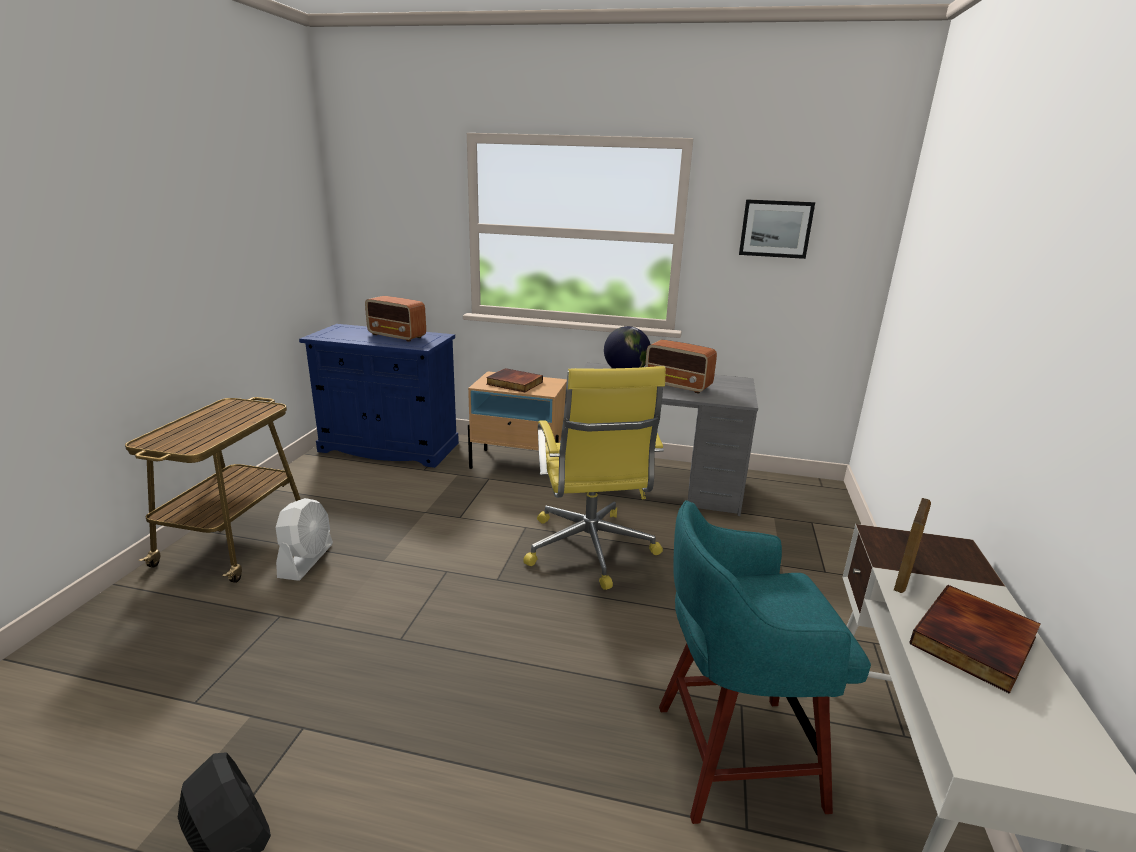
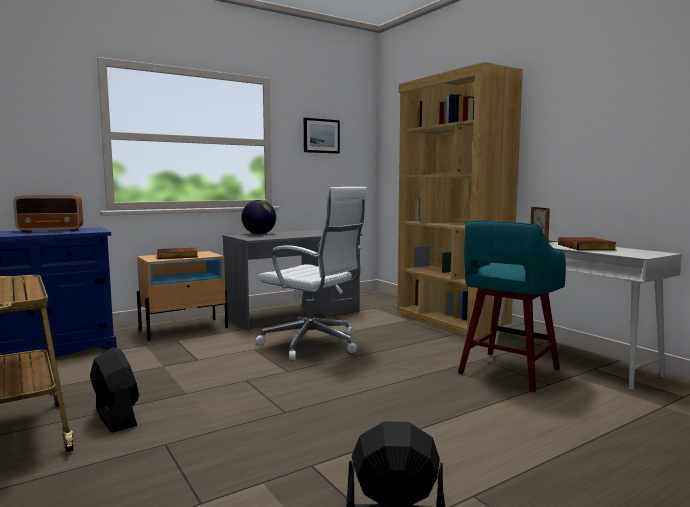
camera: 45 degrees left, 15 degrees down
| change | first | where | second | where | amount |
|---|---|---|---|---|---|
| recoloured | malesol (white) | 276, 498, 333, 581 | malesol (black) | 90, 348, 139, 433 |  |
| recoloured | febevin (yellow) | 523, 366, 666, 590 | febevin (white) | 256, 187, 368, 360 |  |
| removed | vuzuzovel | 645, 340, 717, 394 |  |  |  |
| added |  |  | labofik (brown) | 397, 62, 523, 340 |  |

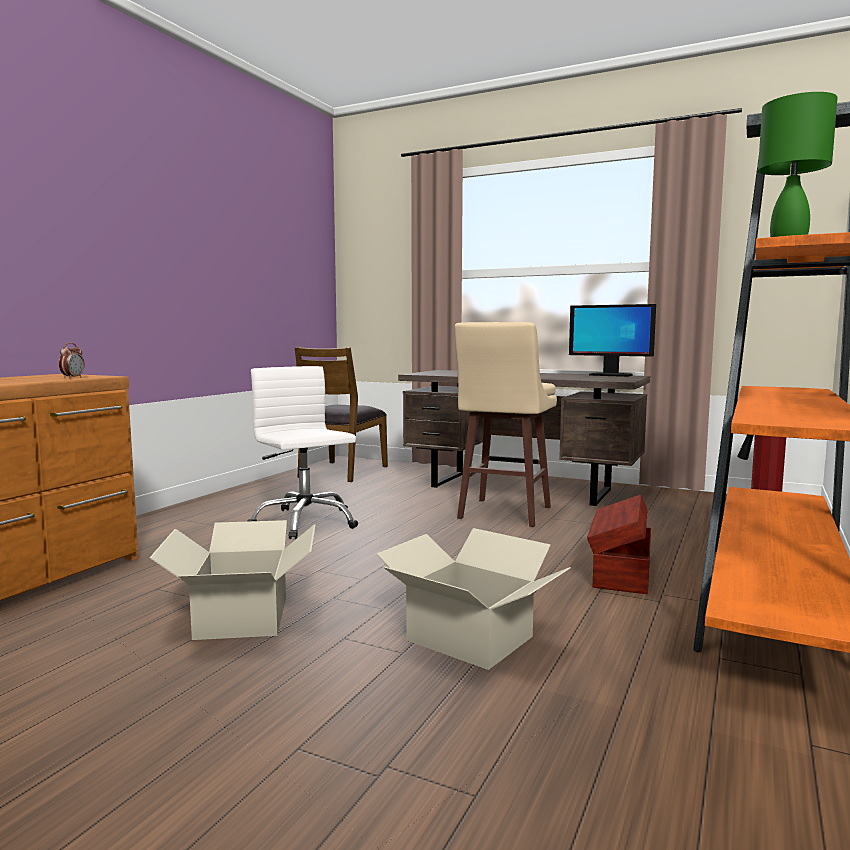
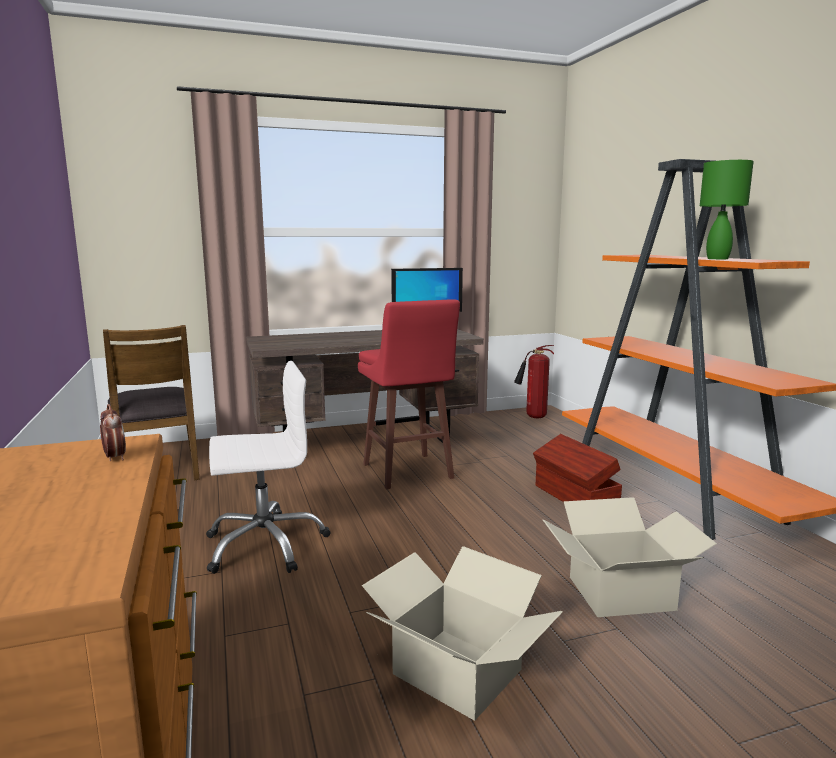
camera: 45 degrees left, 5 degrees up
| change | first | where | second | where | amount |
|---|---|---|---|---|---|
| turned | febevin (white) | 247, 366, 358, 539 |  | 206, 361, 331, 574 | 150 degrees clockwise |
| recoloured | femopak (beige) | 454, 322, 557, 527 | femopak (red) | 358, 299, 460, 489 |  |

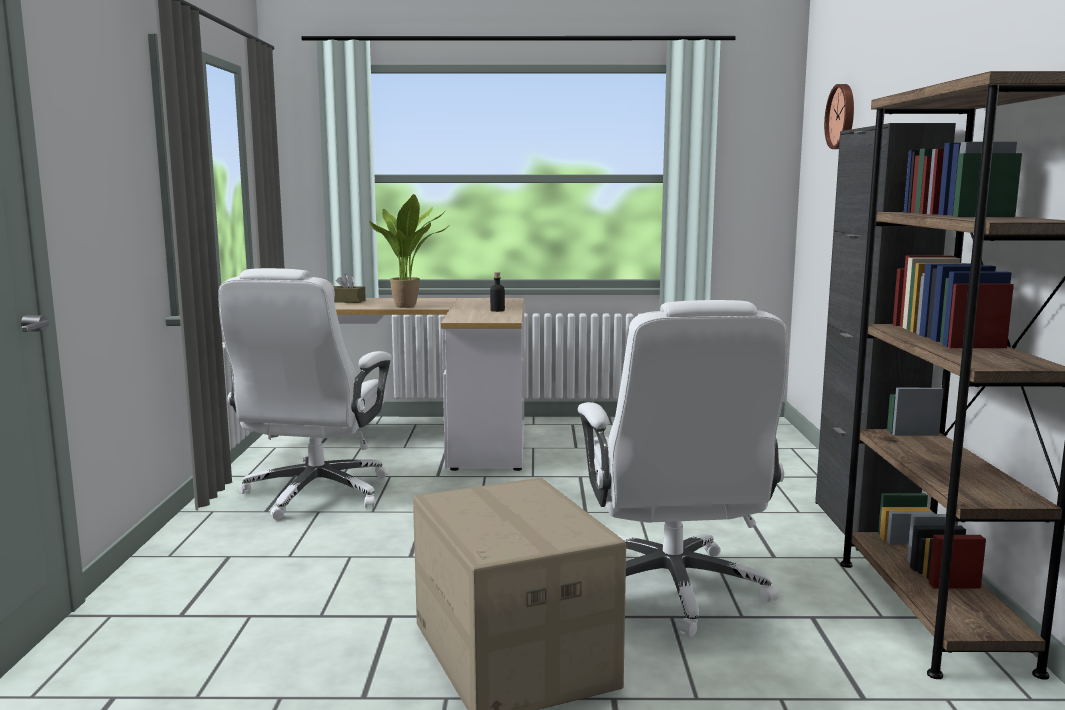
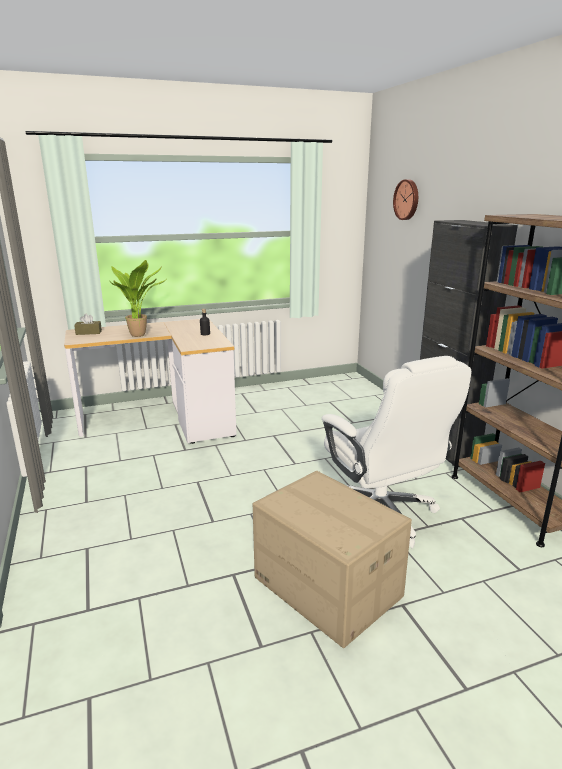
camera: 20 degrees left, 10 degrees up
| change | first | where | second | where | amount |
|---|---|---|---|---|---|
| removed | febevin (white) | 218, 268, 392, 520 |  |  |  |

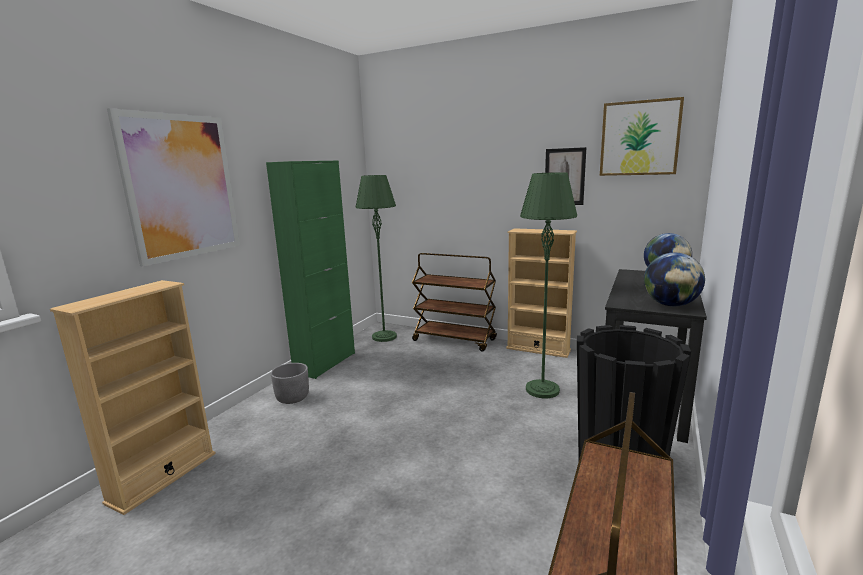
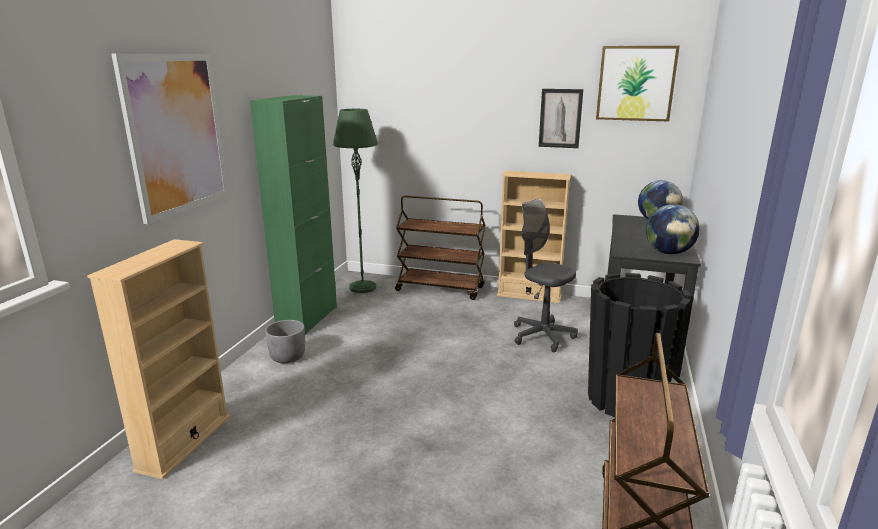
camera: 10 degrees left, 5 degrees up
| change | first | where | second | where | amount |
|---|---|---|---|---|---|
| replaced | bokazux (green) | 520, 172, 577, 398 | febevin (grey) | 514, 199, 578, 352 |  |

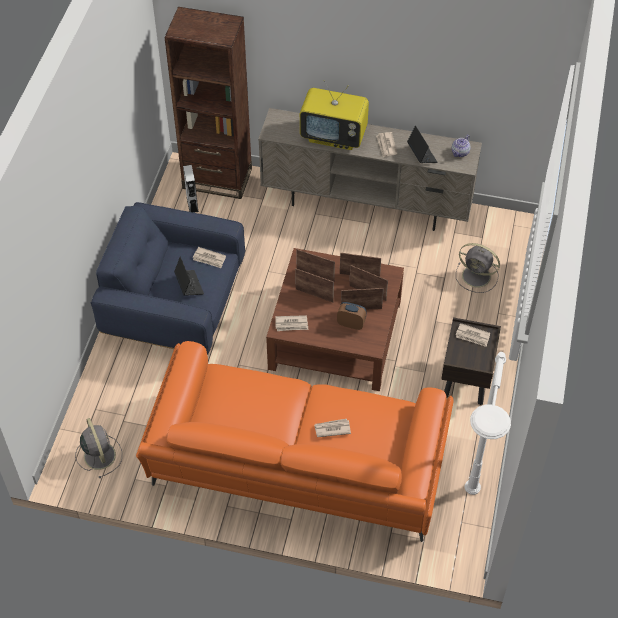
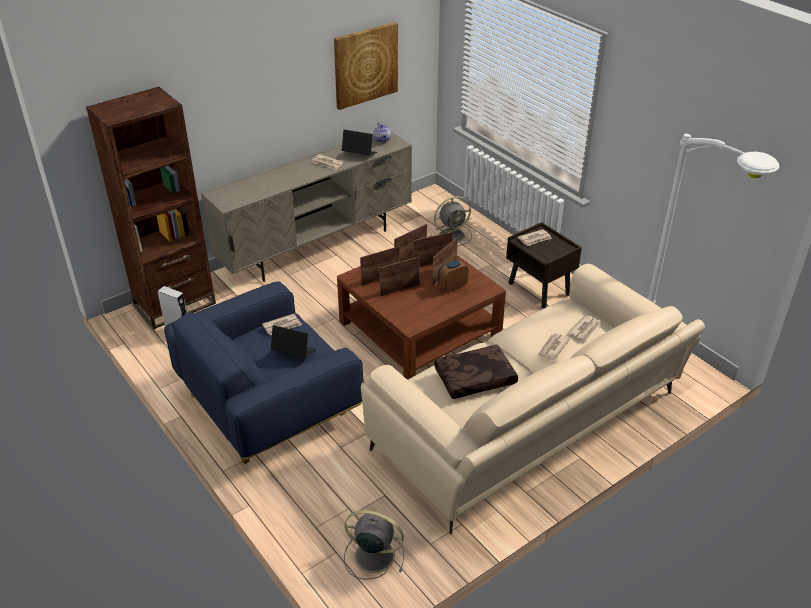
camera: 50 degrees left, 15 degrees down
| change | first | where | second | where | amount |
|---|---|---|---|---|---|
| recoloured | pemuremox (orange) | 136, 341, 454, 542 | pemuremox (beige) | 361, 264, 705, 534 |  |
| moved | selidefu | 275, 315, 308, 331 |  | 568, 315, 600, 341 |  |
| removed | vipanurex | 300, 80, 369, 150 |  |  |  |
| added |  |  | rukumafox | 334, 22, 398, 110 |  |
| added |  |  | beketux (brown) | 434, 345, 518, 399 |  |

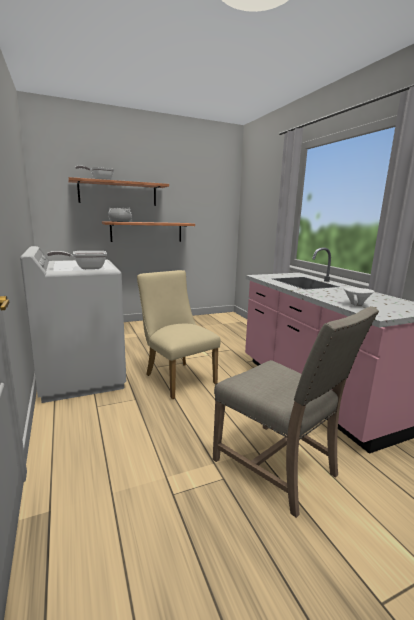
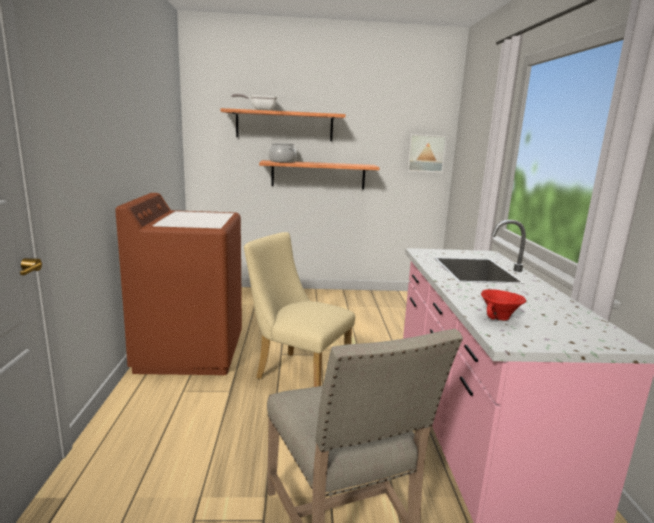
camera: 20 degrees right, 0 degrees up
| change | first | where | second | where | amount |
|---|---|---|---|---|---|
| recoloured | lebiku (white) | 20, 246, 126, 403 | lebiku (brown) | 115, 193, 242, 375 |  |
| removed | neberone | 47, 251, 107, 270 |  |  |  |
| turned | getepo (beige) | 137, 270, 221, 399 |  | 244, 232, 355, 387 | 45 degrees counterclockwise |
| recoloured | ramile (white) | 344, 287, 374, 306 | ramile (red) | 481, 289, 526, 321 |  |
| added |  |  | rukumafox | 406, 134, 447, 173 |  |

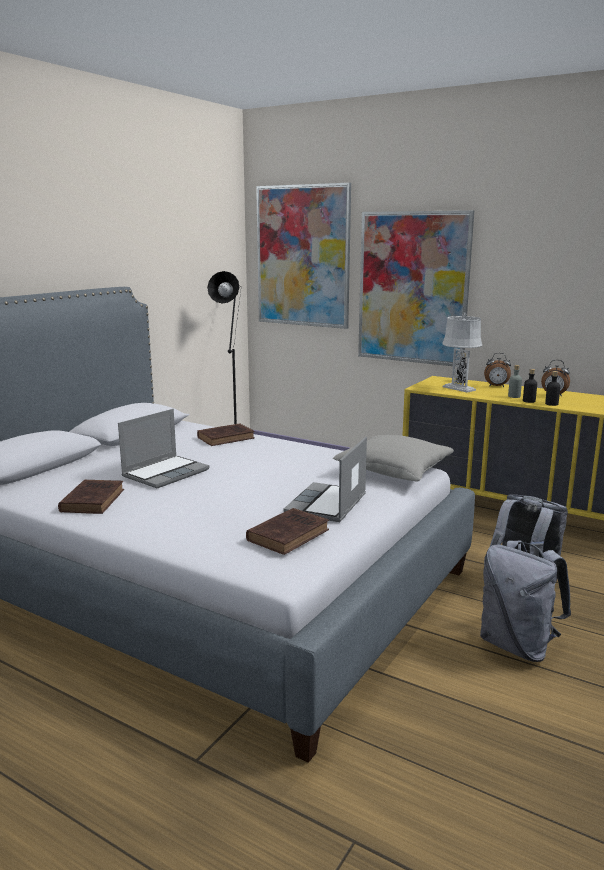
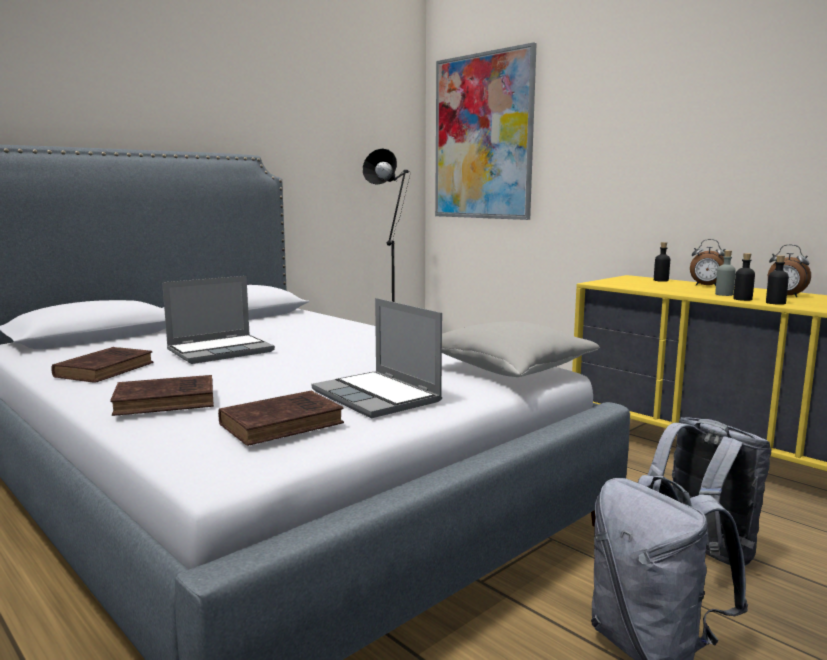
camera: 15 degrees right, 5 degrees down
| change | first | where | second | where | amount |
|---|---|---|---|---|---|
| moved | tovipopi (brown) | 197, 423, 255, 446 |  | 110, 375, 214, 416 |  |
| turned | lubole | 283, 437, 367, 522 |  | 312, 298, 442, 418 | 75 degrees counterclockwise |
| removed | rukumafox | 358, 210, 474, 367 |  |  |  |
| removed | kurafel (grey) | 442, 312, 482, 393 |  |  |  |

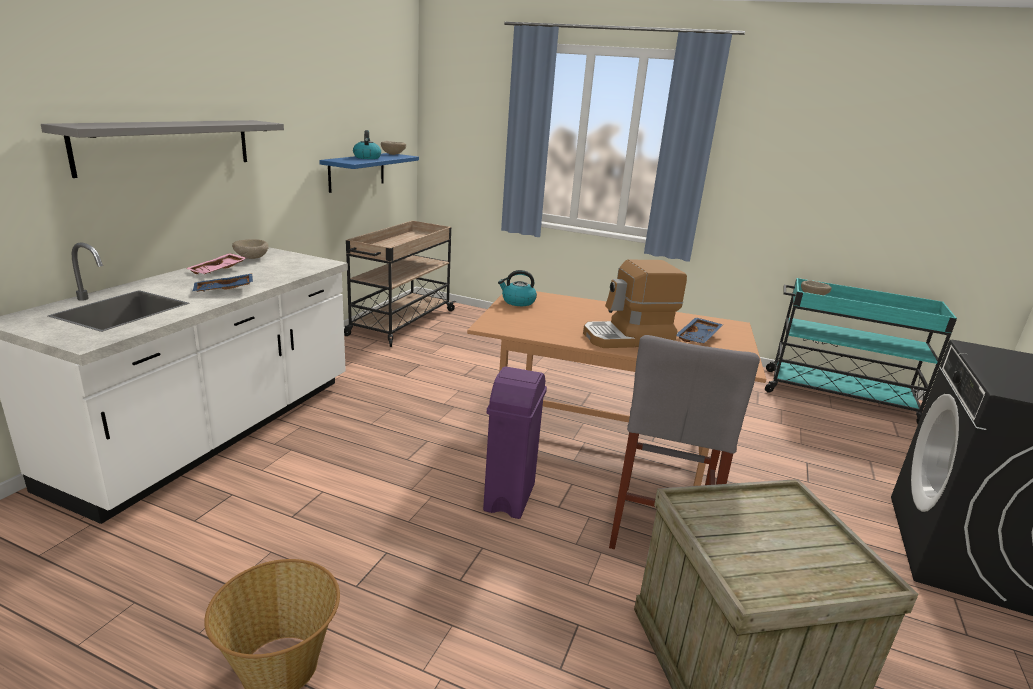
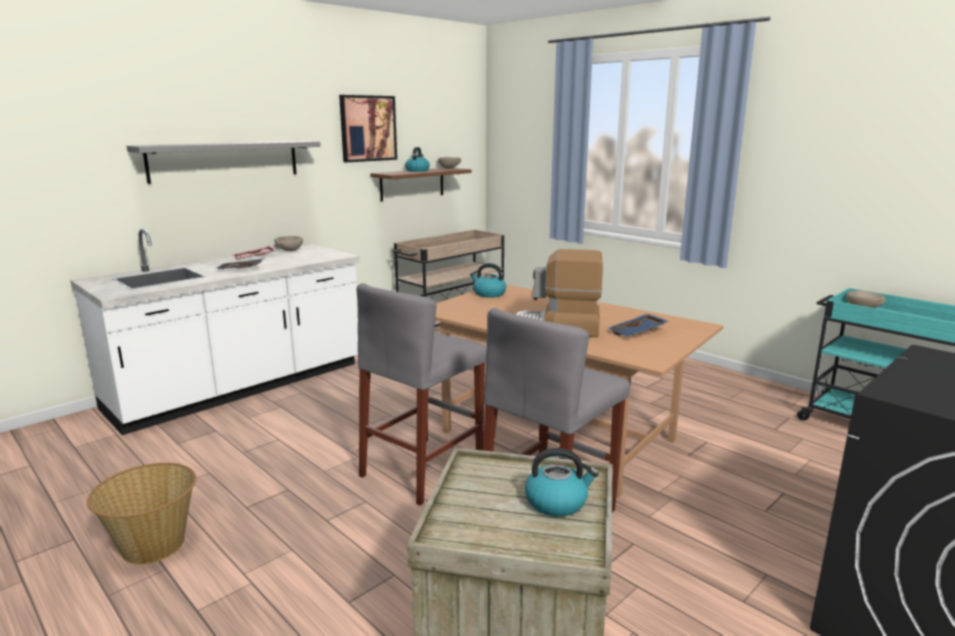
camera: 25 degrees right, 5 degrees down
| change | first | where | second | where | amount |
|---|---|---|---|---|---|
| recoloured | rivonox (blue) | 319, 153, 419, 193 | rivonox (brown) | 371, 168, 471, 202 |  |
| replaced | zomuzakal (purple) | 483, 367, 547, 519 | femopak (grey) | 357, 283, 487, 505 |  |
| added |  |  | rukumafox | 339, 95, 397, 163 |  |
| added |  |  | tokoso | 525, 448, 599, 517 |  |

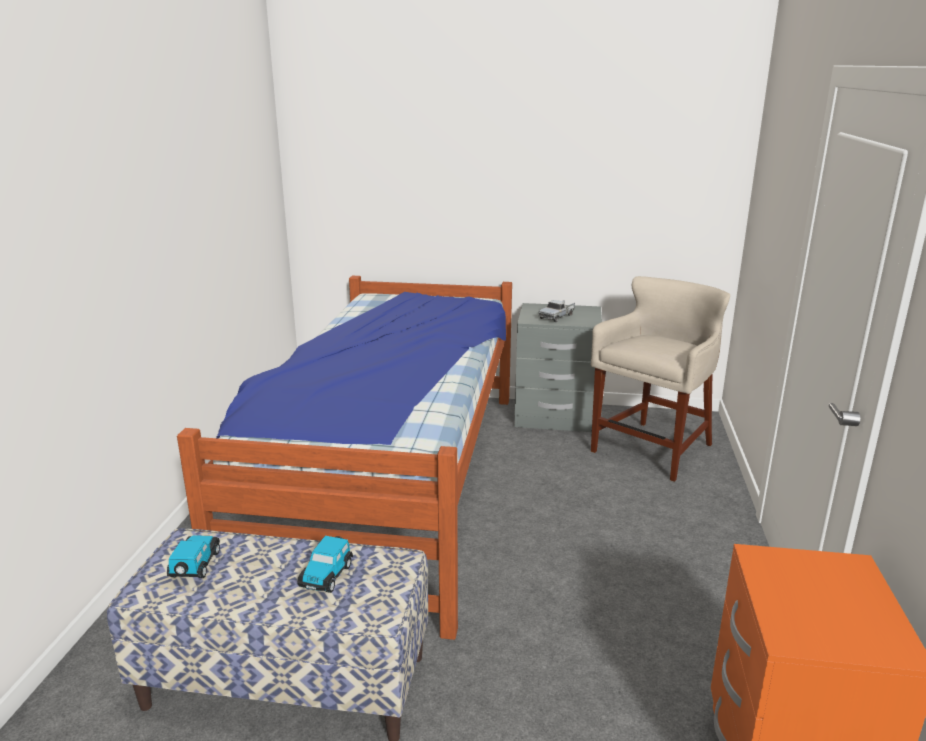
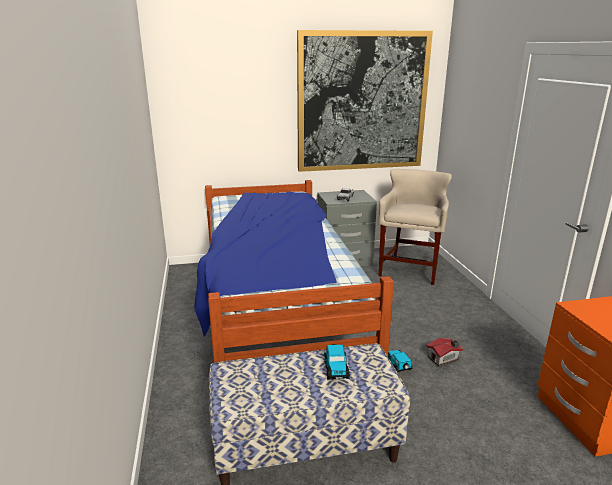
camera: 20 degrees left, 0 degrees up
| change | first | where | second | where | amount |
|---|---|---|---|---|---|
| moved | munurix | 167, 535, 220, 578 |  | 388, 350, 413, 372 |  |
| added |  |  | rukumafox | 297, 30, 433, 172 |  |
| added |  |  | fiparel | 426, 338, 463, 366 |  |

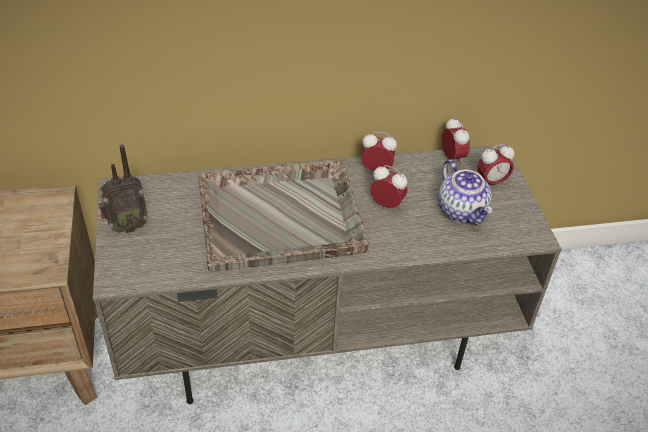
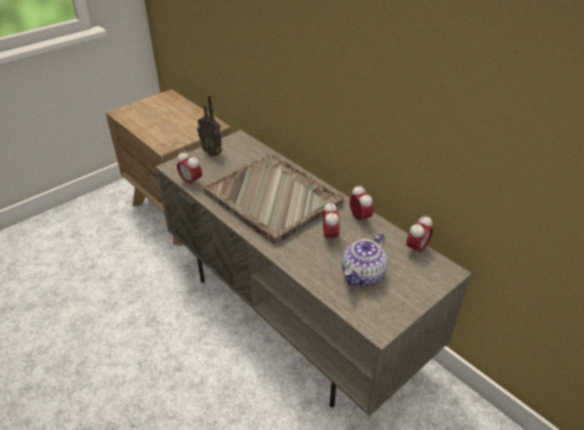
camera: 60 degrees right, 5 degrees down
| change | first | where | second | where | amount |
|---|---|---|---|---|---|
| moved | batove | 477, 144, 514, 185 |  | 177, 151, 202, 188 |  |

